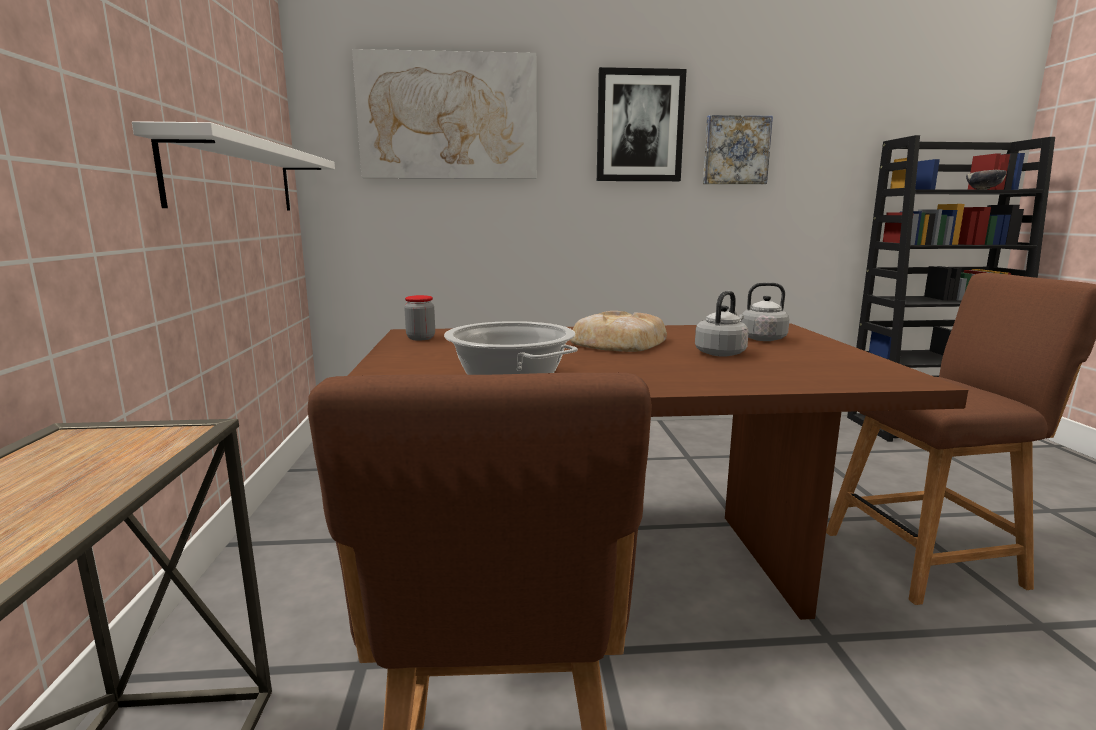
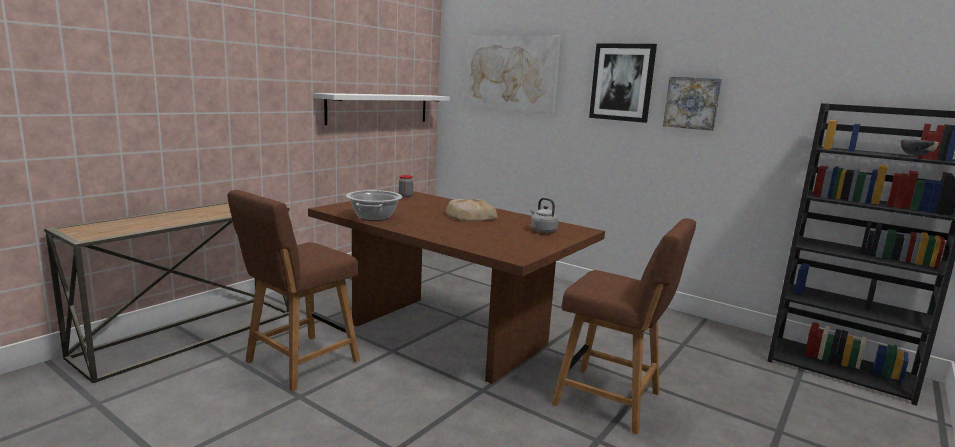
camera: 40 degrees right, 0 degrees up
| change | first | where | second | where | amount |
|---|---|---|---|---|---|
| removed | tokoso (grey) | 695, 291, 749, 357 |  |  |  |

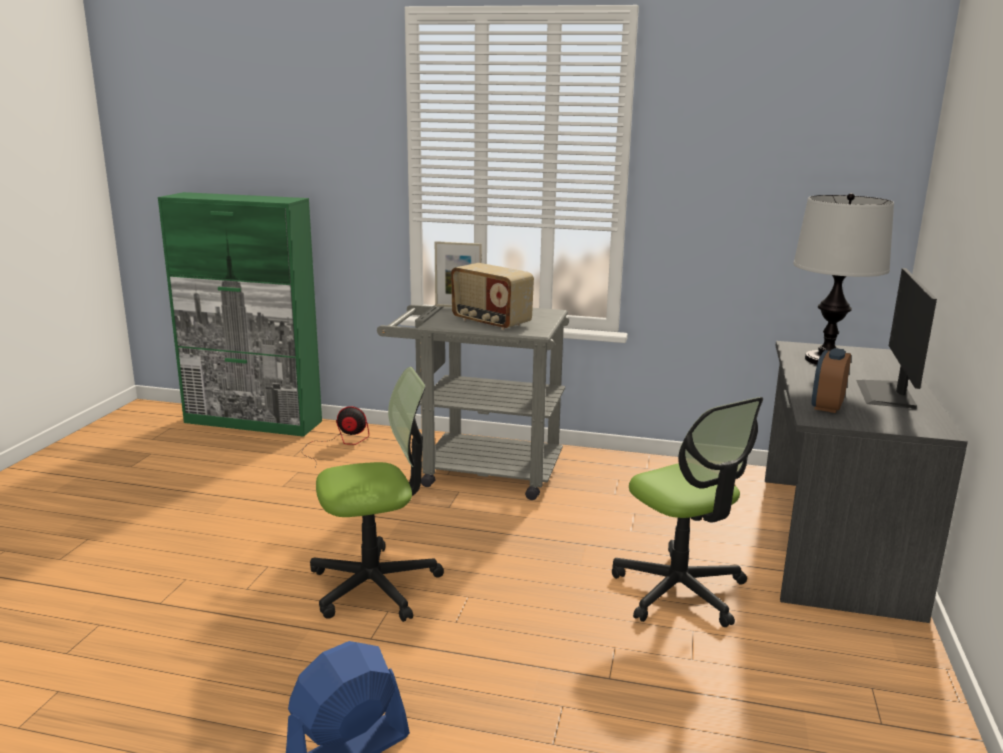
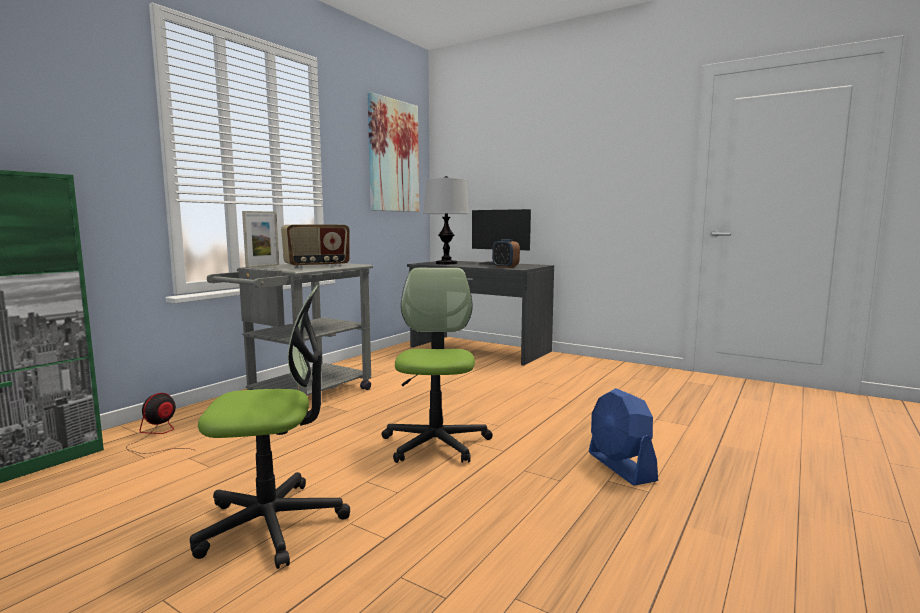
camera: 70 degrees left, 10 degrees down
| change | first | where | second | where | amount |
|---|---|---|---|---|---|
| moved | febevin | 612, 397, 763, 627 |  | 190, 285, 350, 569 |  |
| added |  |  | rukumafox | 368, 92, 419, 212 |  |

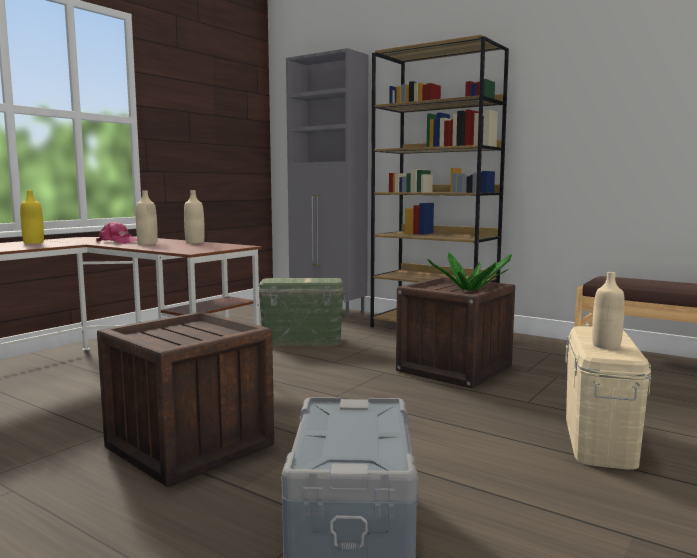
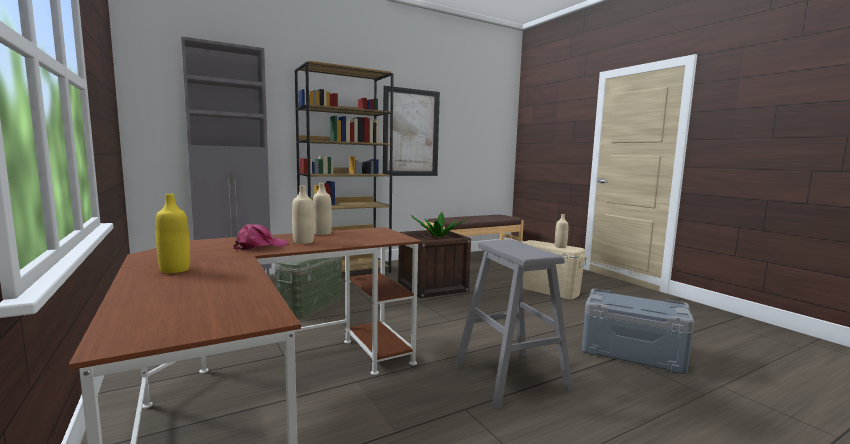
camera: 65 degrees left, 0 degrees up
| change | first | where | second | where | amount |
|---|---|---|---|---|---|
| replaced | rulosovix | 97, 311, 274, 487 | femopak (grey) | 455, 240, 573, 409 |  |
| added |  |  | rukumafox | 383, 86, 440, 176 |  |

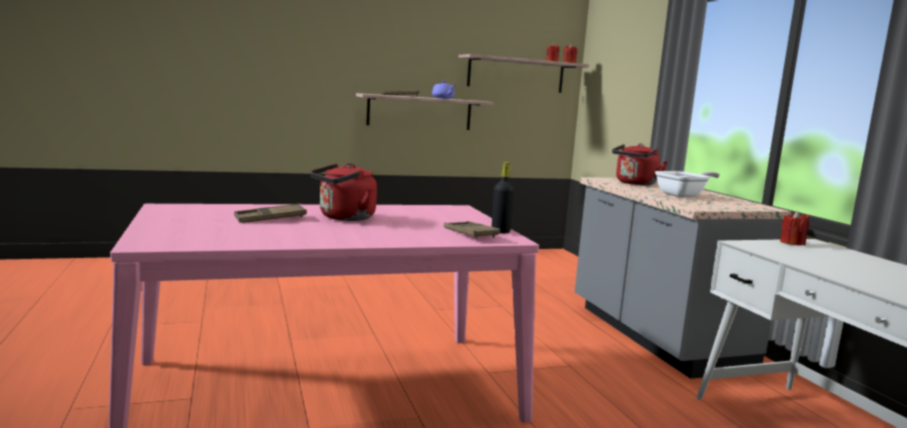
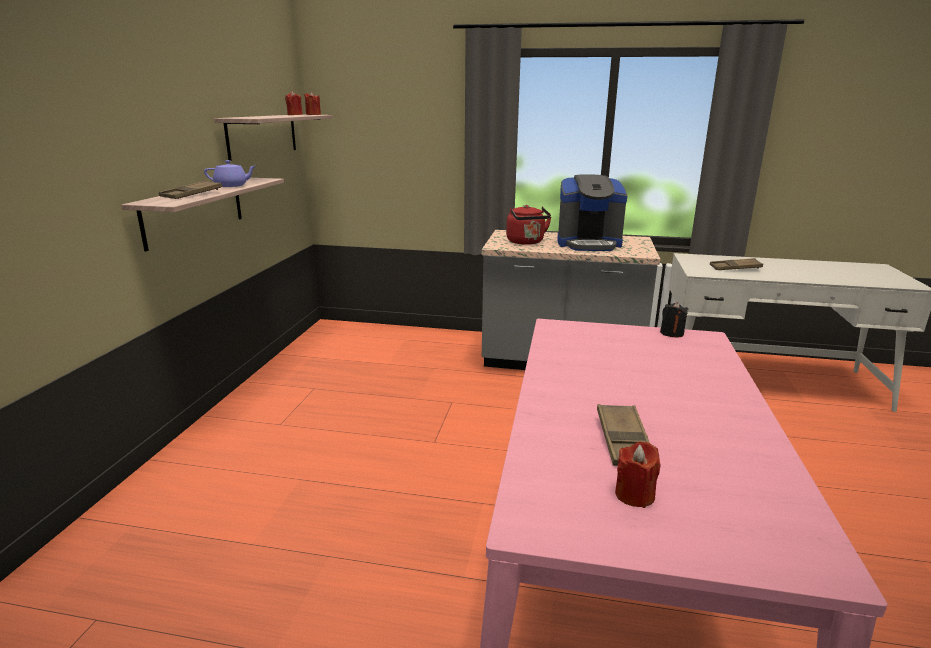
camera: 60 degrees left, 10 degrees up
| change | first | where | second | where | amount |
|---|---|---|---|---|---|
| removed | tokoso (red) | 310, 163, 377, 221 |  |  |  |
| moved | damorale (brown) | 444, 221, 500, 239 |  | 710, 258, 763, 270 |  |
| replaced | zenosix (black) | 492, 162, 515, 233 | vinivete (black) | 660, 302, 688, 337 |  |
| replaced | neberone | 655, 171, 720, 197 | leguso | 557, 174, 627, 251 |  |
| moved | vinivete (red) | 780, 211, 809, 246 |  | 615, 441, 660, 508 |  |

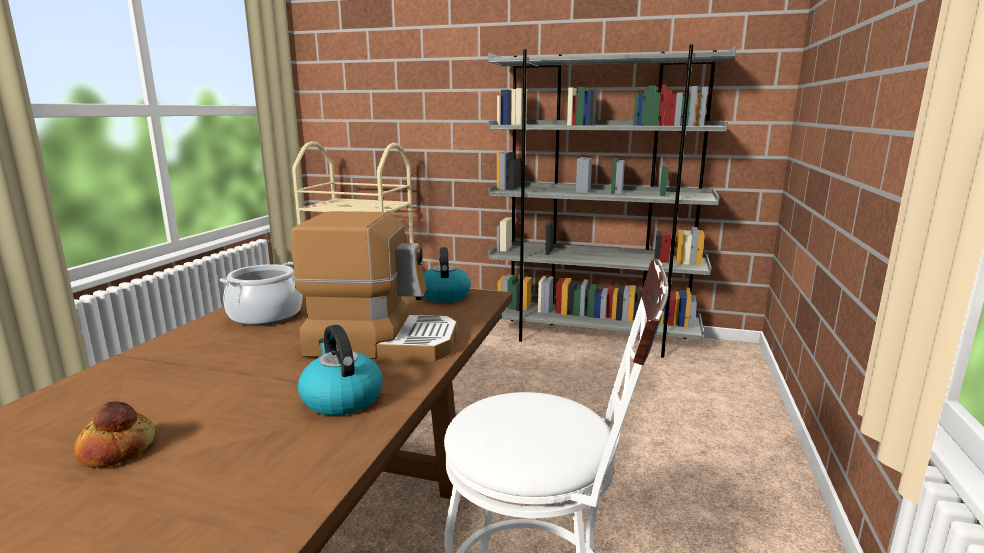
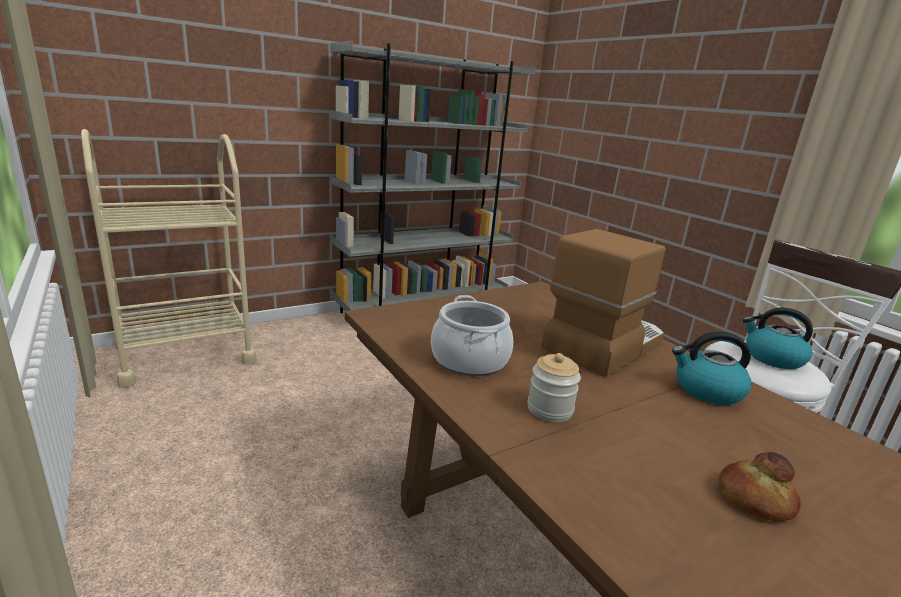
camera: 50 degrees left, 5 degrees up
| change | first | where | second | where | amount |
|---|---|---|---|---|---|
| moved | tokoso | 423, 247, 471, 303 |  | 743, 308, 813, 369 |  |
| added |  |  | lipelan | 528, 353, 581, 422 |  |

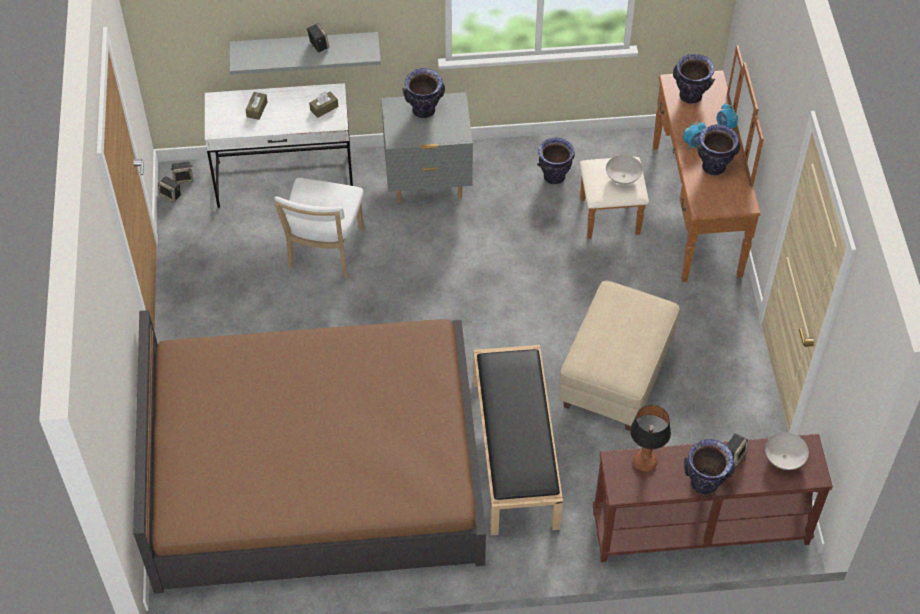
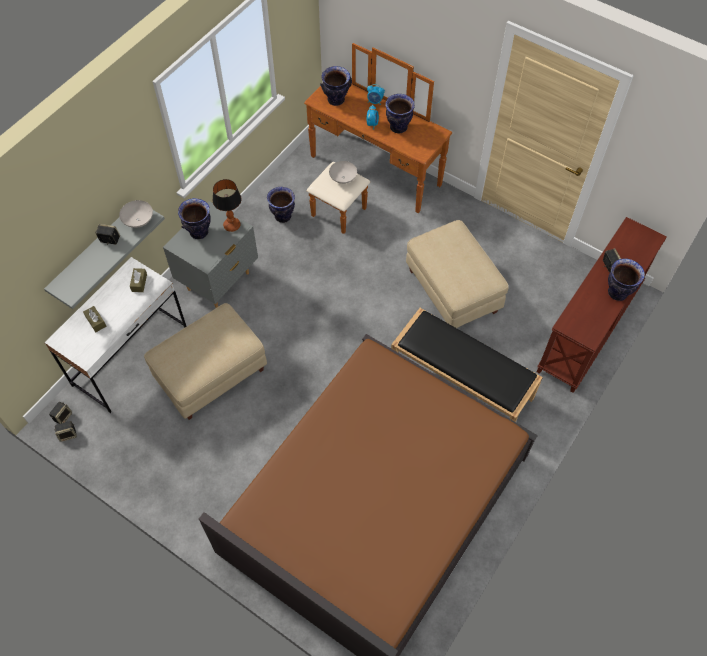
camera: 50 degrees left, 5 degrees up
| change | first | where | second | where | amount |
|---|---|---|---|---|---|
| replaced | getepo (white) | 274, 178, 364, 277 | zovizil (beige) | 144, 303, 267, 420 |  |
| moved | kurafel | 630, 405, 671, 471 |  | 213, 179, 242, 232 |  |
| moved | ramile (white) | 765, 432, 809, 470 |  | 119, 200, 153, 228 |  |

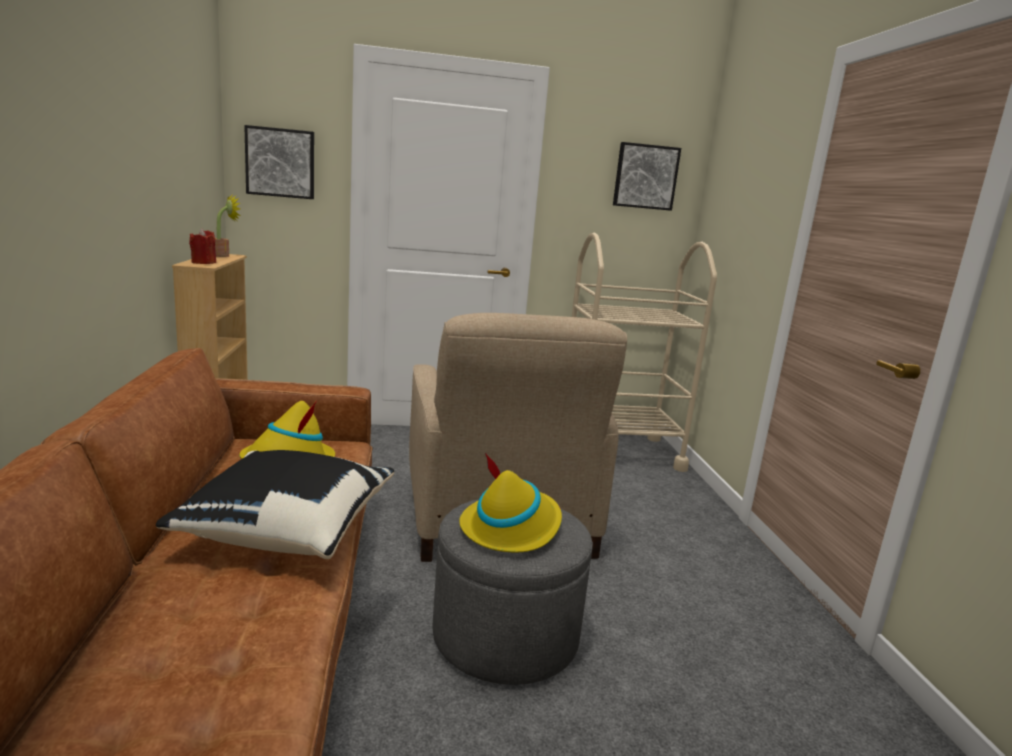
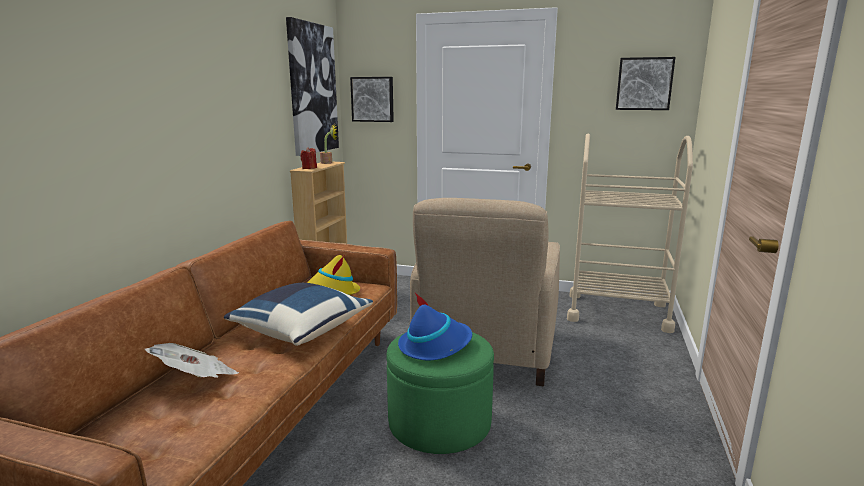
camera: 25 degrees right, 0 degrees up
| change | first | where | second | where | amount |
|---|---|---|---|---|---|
| recoloured | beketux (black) | 156, 450, 394, 559 | beketux (blue) | 224, 283, 373, 346 |  |
| recoloured | zovizil (grey) | 432, 499, 593, 685 | zovizil (green) | 386, 332, 494, 454 |  |
| recoloured | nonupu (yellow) | 459, 453, 562, 552 | nonupu (blue) | 398, 293, 472, 360 |  |
| added |  |  | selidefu | 145, 343, 239, 378 |  |
| added |  |  | rukumafox | 286, 17, 339, 156 |  |

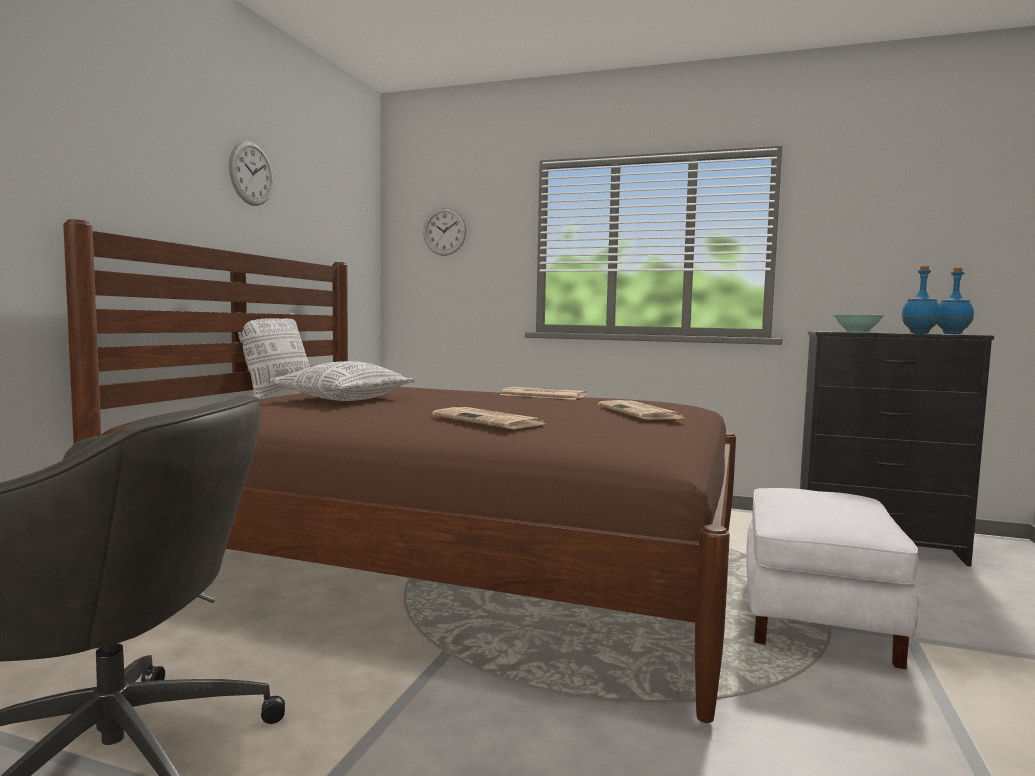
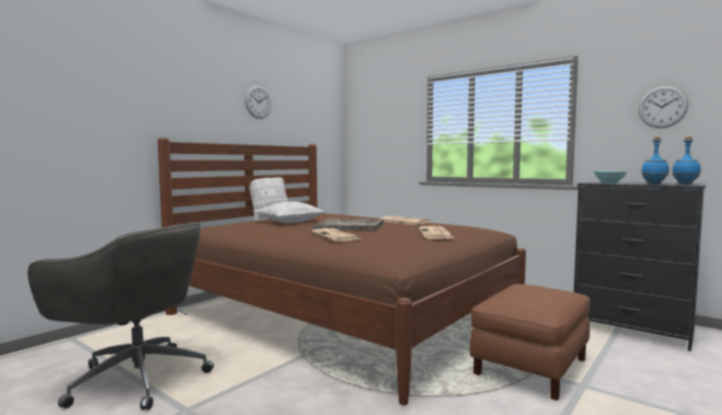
camera: 20 degrees right, 0 degrees up
| change | first | where | second | where | amount |
|---|---|---|---|---|---|
| moved | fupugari | 423, 208, 467, 256 |  | 638, 86, 688, 128 |  |
| recoloured | zovizil (white) | 746, 488, 919, 669 | zovizil (brown) | 470, 284, 590, 401 |  |
| added |  |  | damorale (grey) | 313, 218, 384, 231 |  |

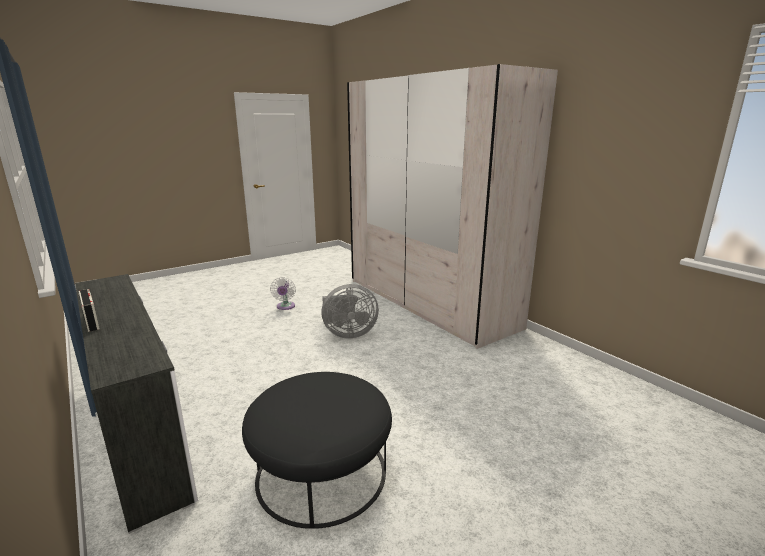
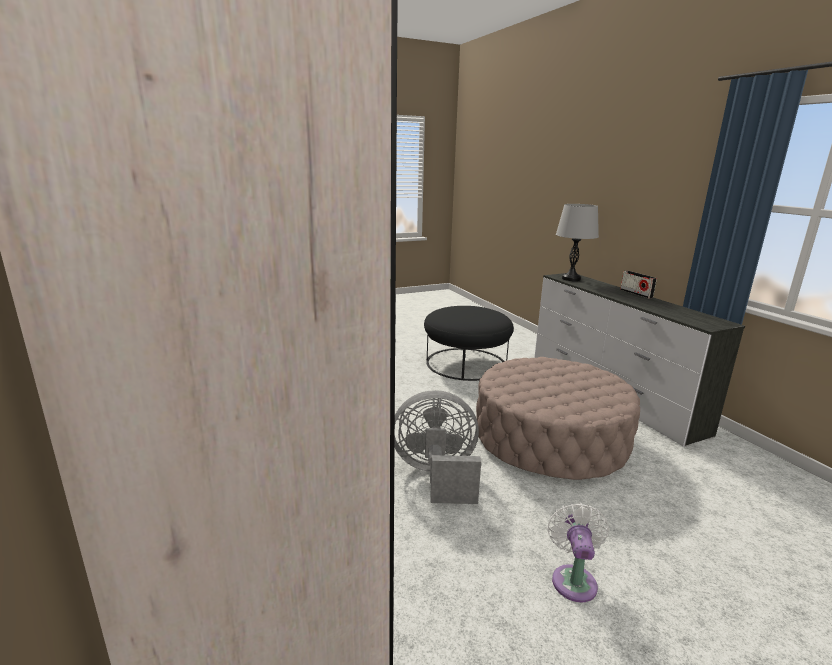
camera: 170 degrees left, 0 degrees up
| change | first | where | second | where | amount |
|---|---|---|---|---|---|
| added |  |  | zovizil (beige) | 476, 357, 640, 480 |  |
| added |  |  | kurafel (grey) | 556, 204, 599, 281 |  |

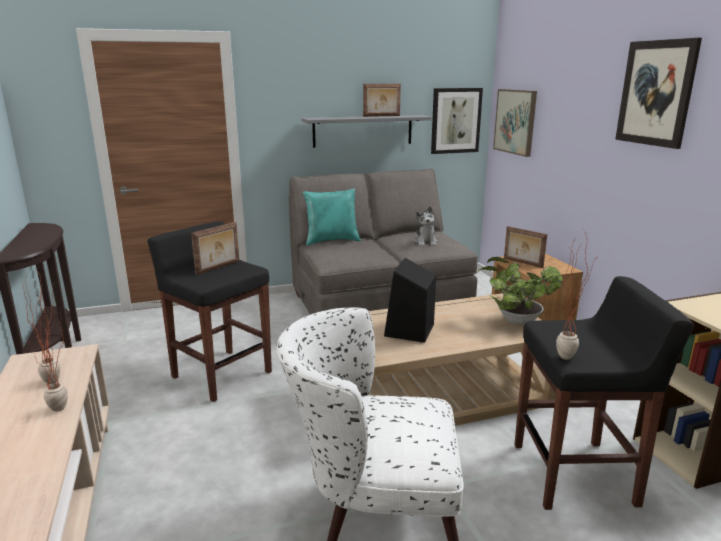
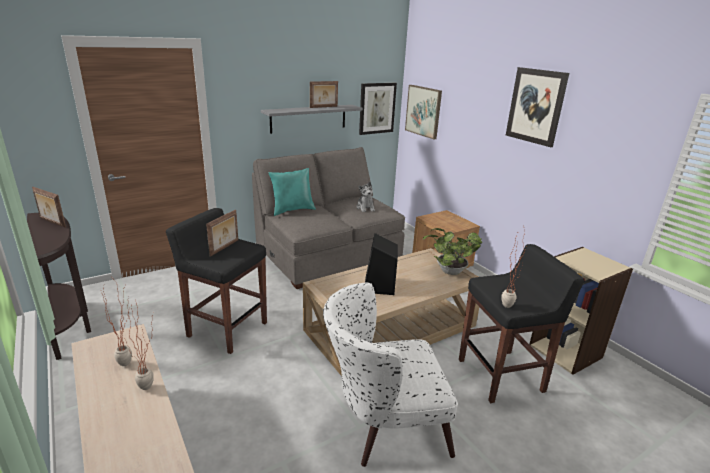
camera: 15 degrees left, 5 degrees up
| change | first | where | second | where | amount |
|---|---|---|---|---|---|
| moved | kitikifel | 504, 226, 547, 268 |  | 32, 187, 66, 228 |  |

